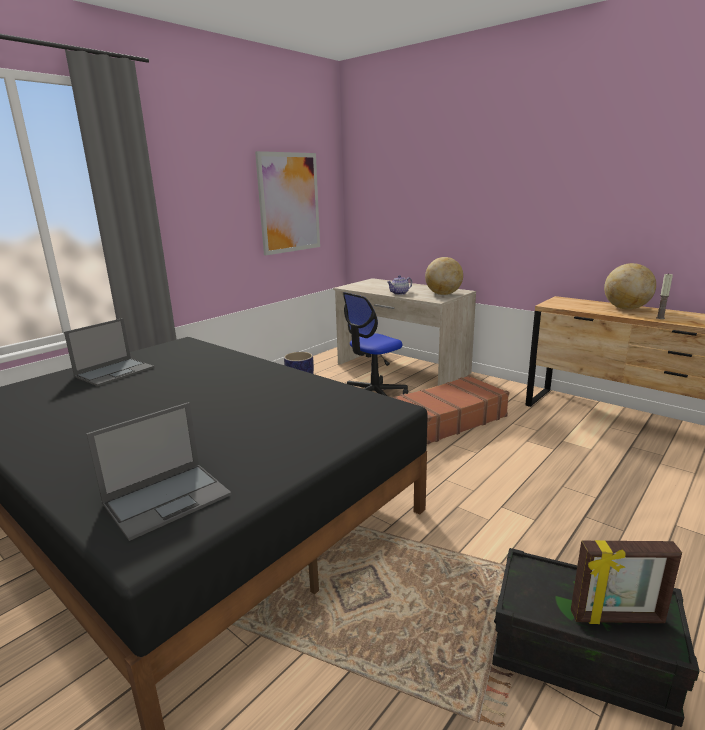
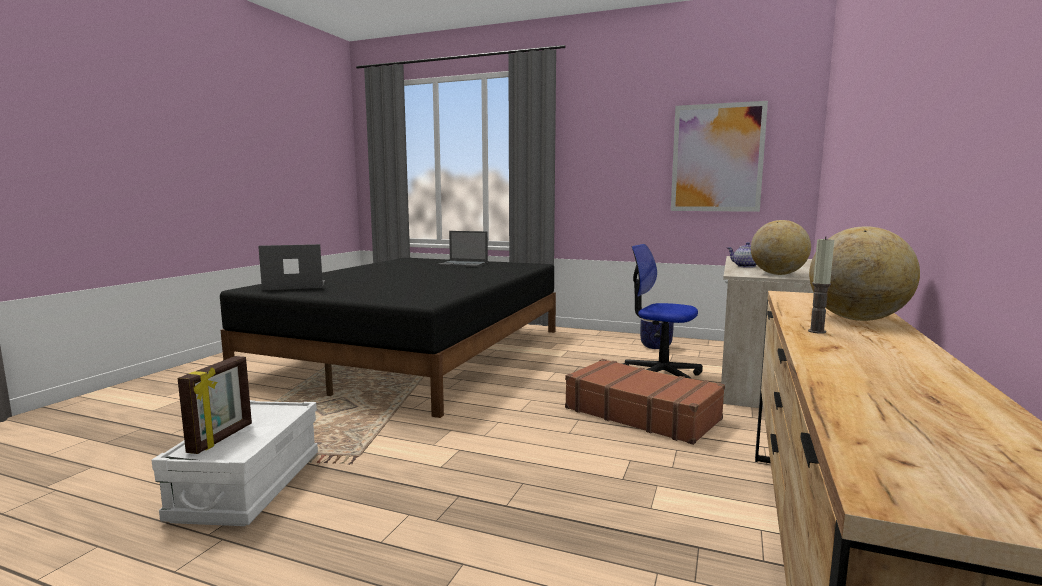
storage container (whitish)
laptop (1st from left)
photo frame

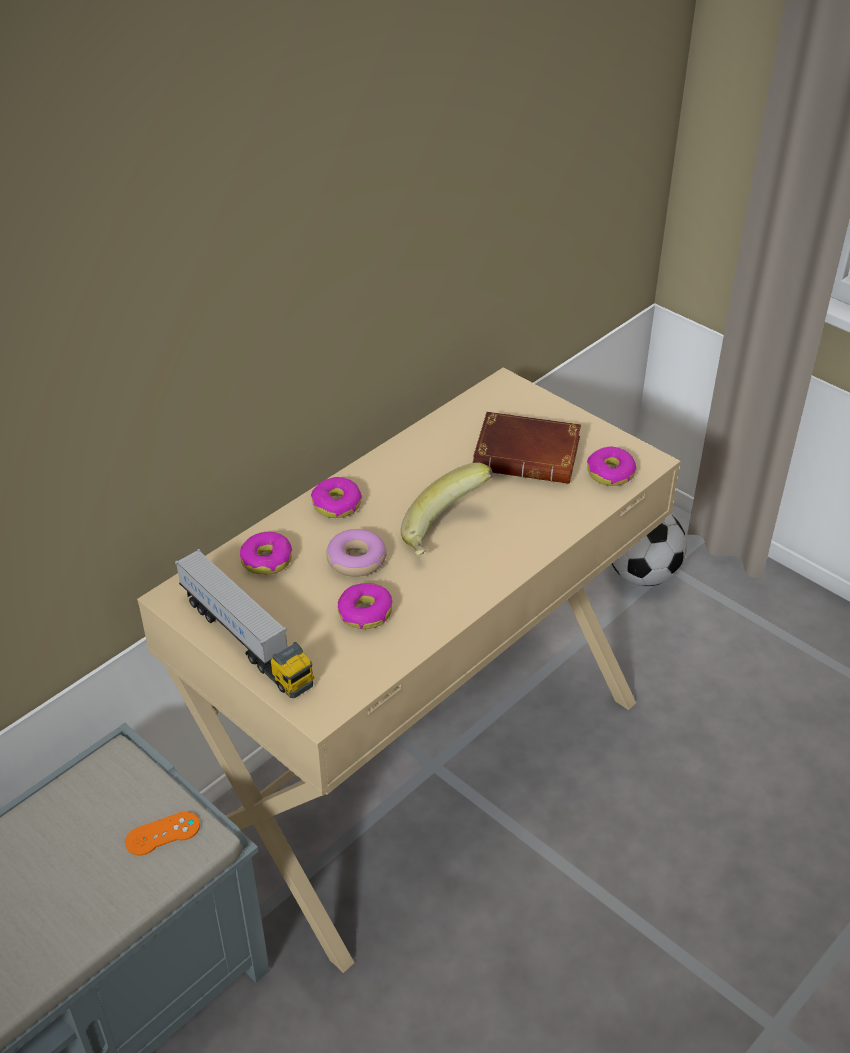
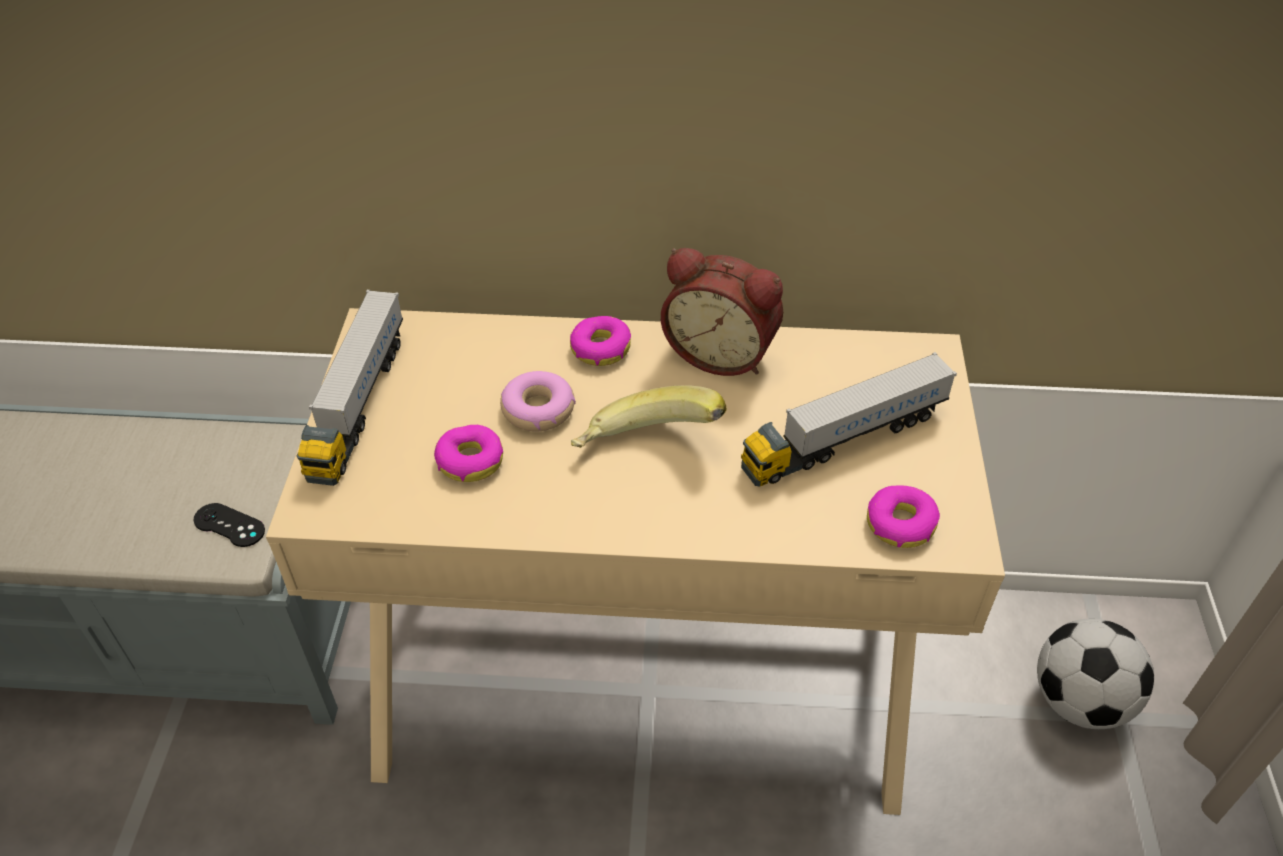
doughnut (1st from left in the first image)
bedside clock
toy truck (2nd from left)
joypad (black)

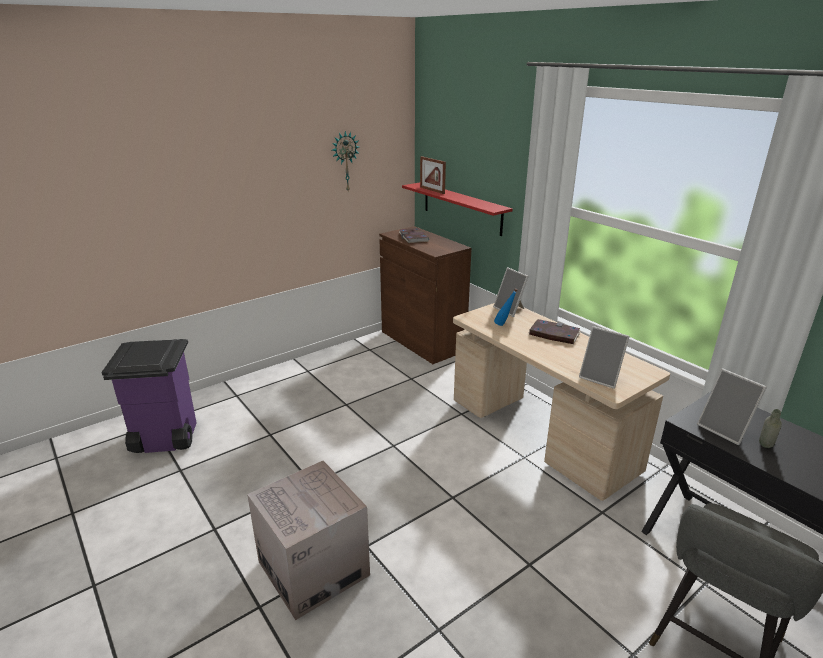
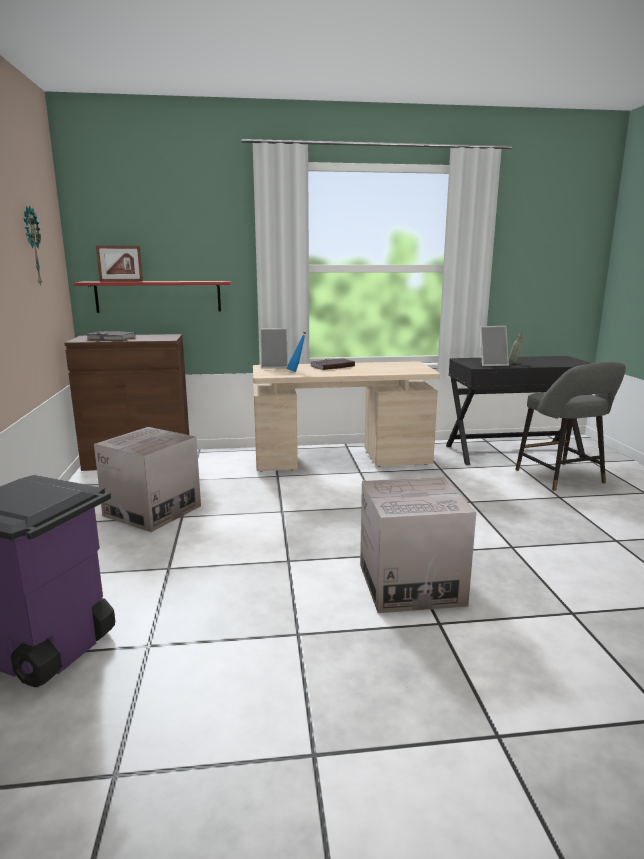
photo frame (3rd from left in the first image)
packing box (1st from left)

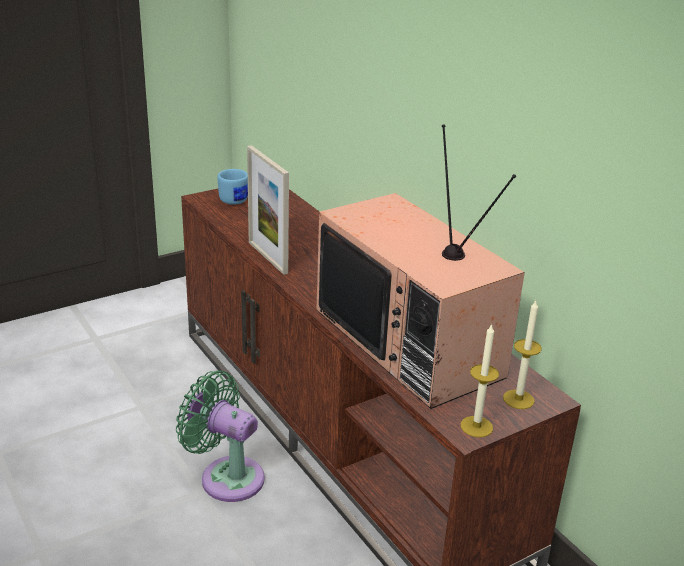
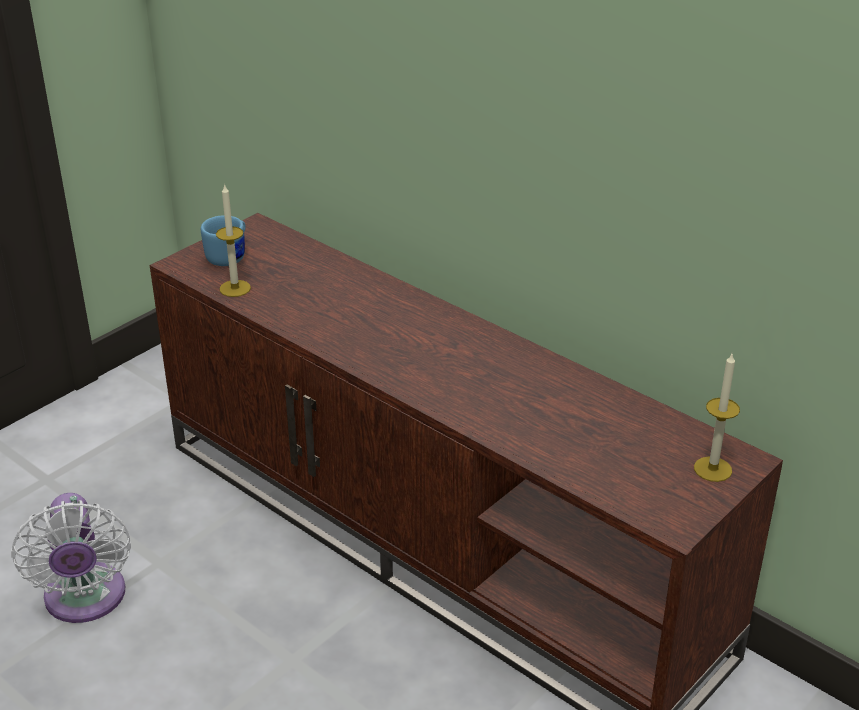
cooling fan (green-coloured)
photo frame
TV
cooling fan (whitish)
candle (1st from left)

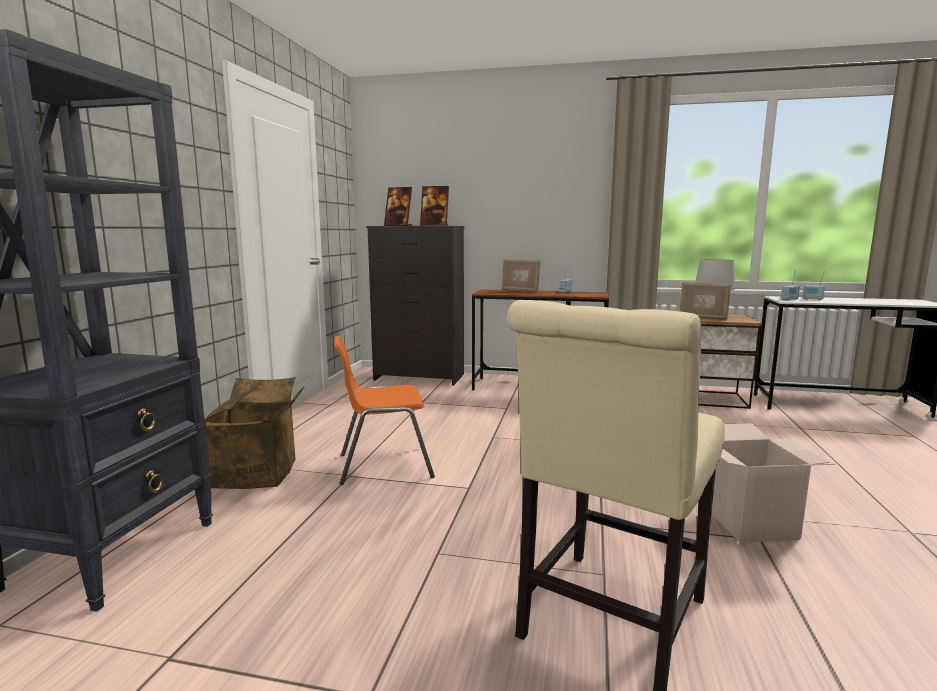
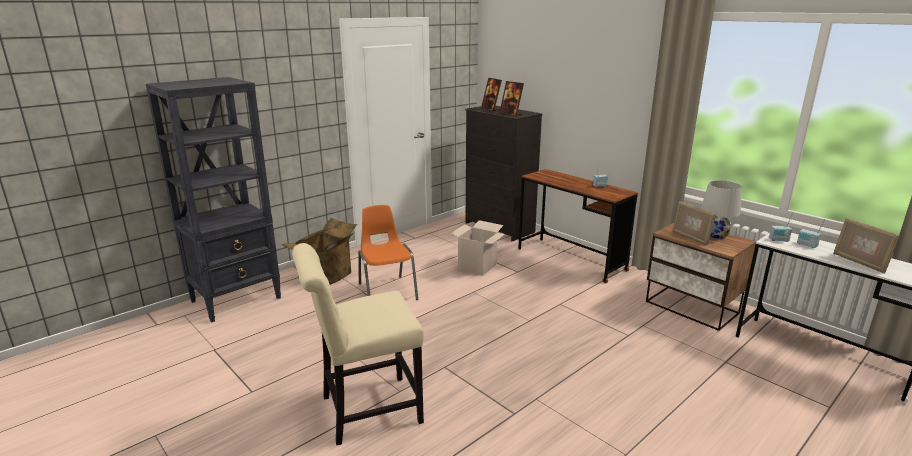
photo frame (4th from left)
packing box (2nd from left)
upright chair (orange-coloured)

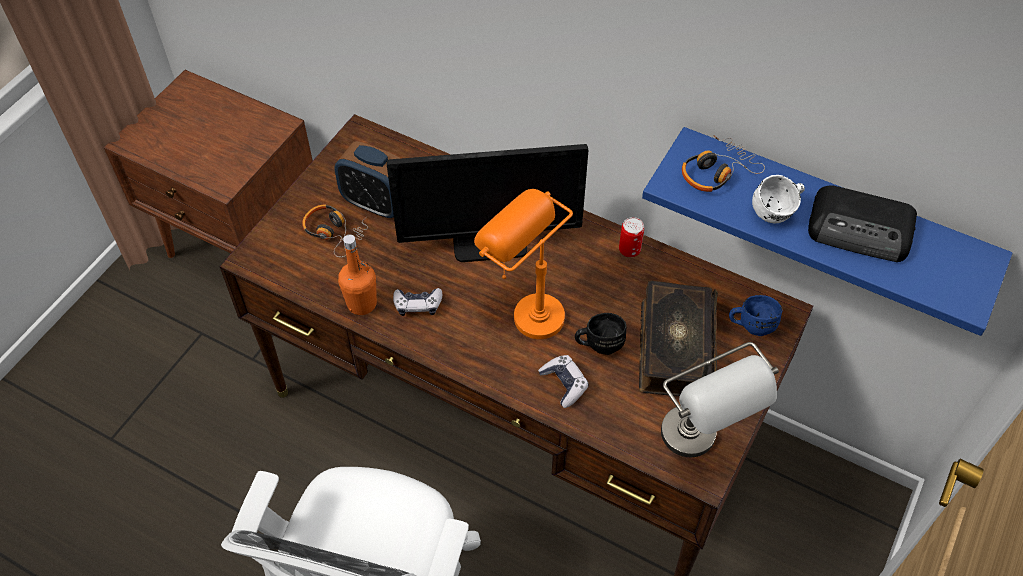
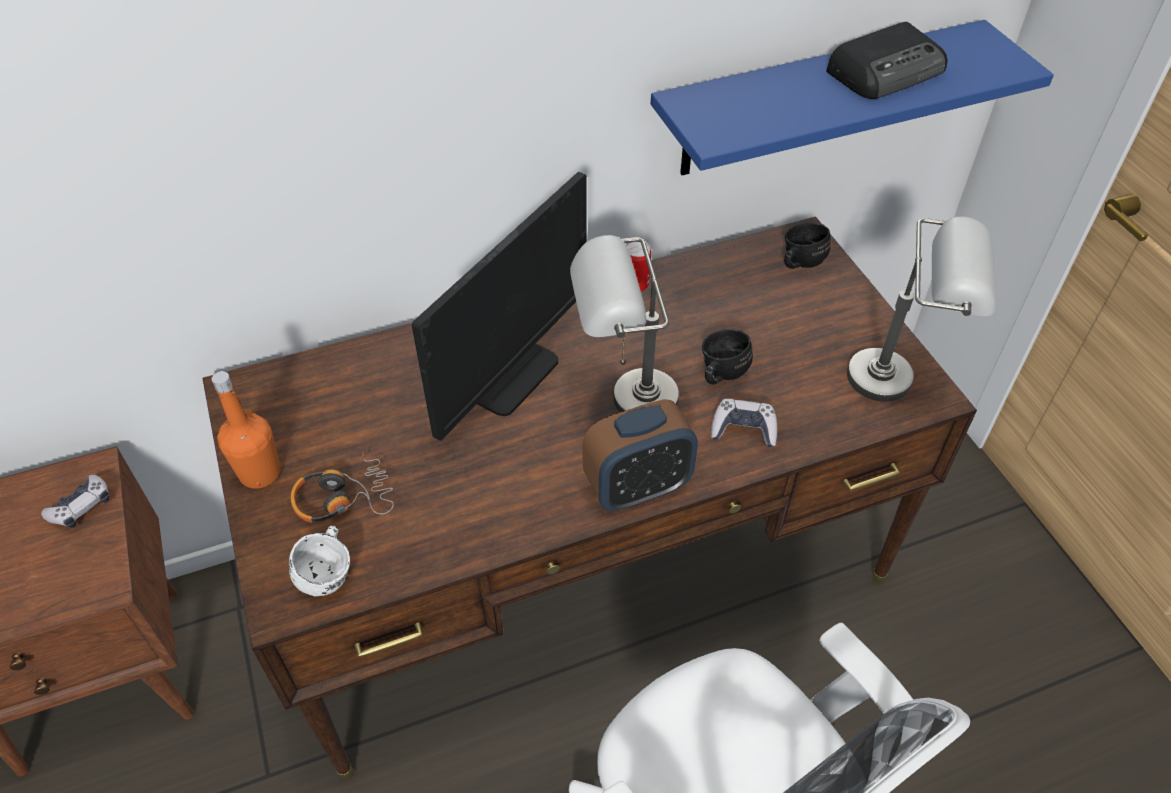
book
headset (2nd from left in the first image)
bedside clock
bottle (orange-coloured)
joypad (1st from left)
tea mug (whitish)
tabletop lamp (gray) (1st from left)
tea mug (black) (2nd from left)

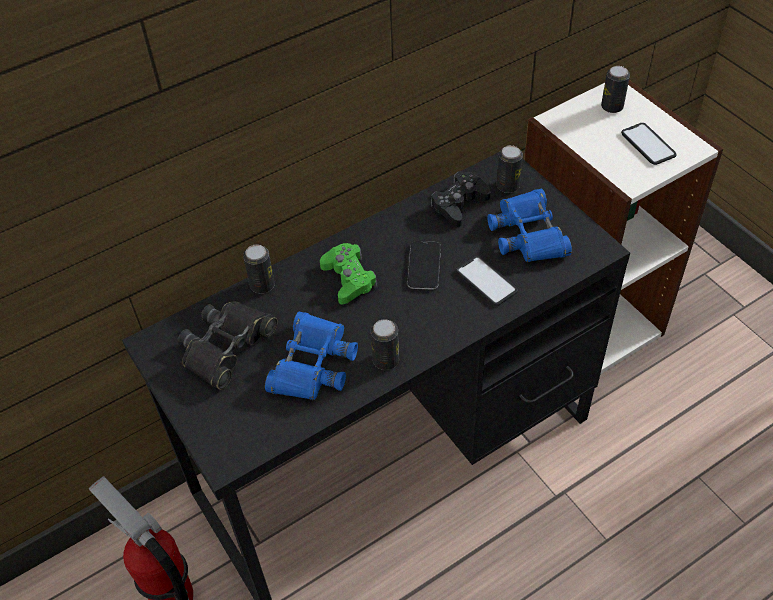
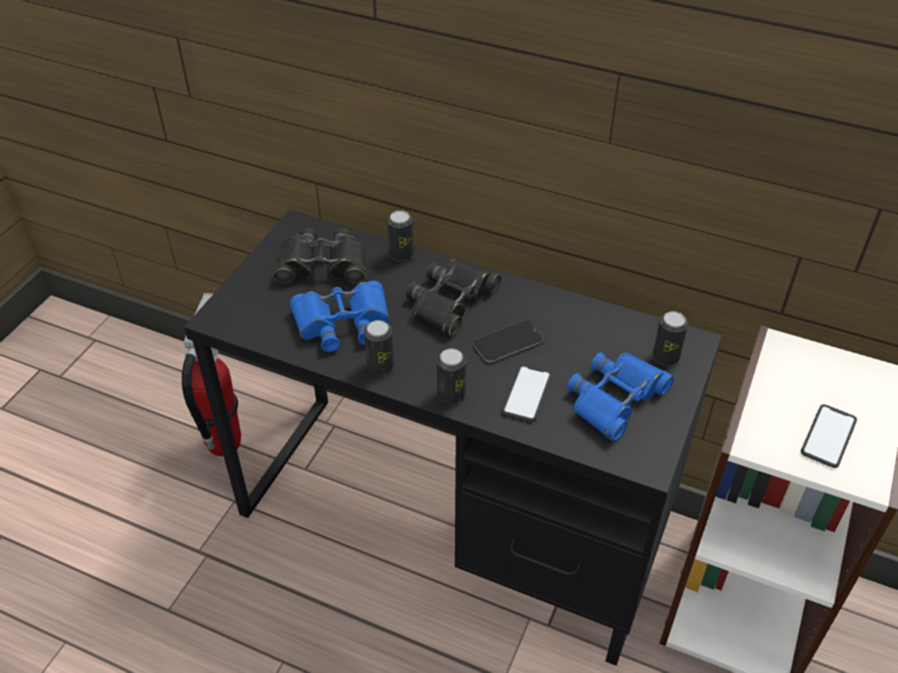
joypad (black)
can (3rd from left)
field glasses (black) (2nd from left)

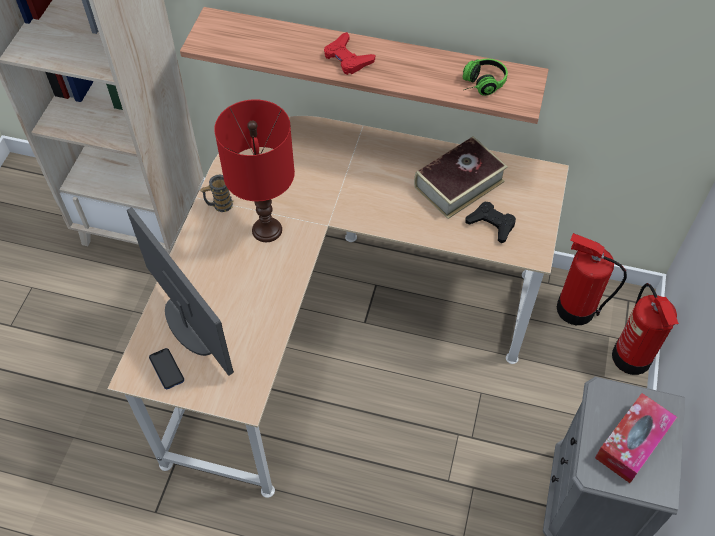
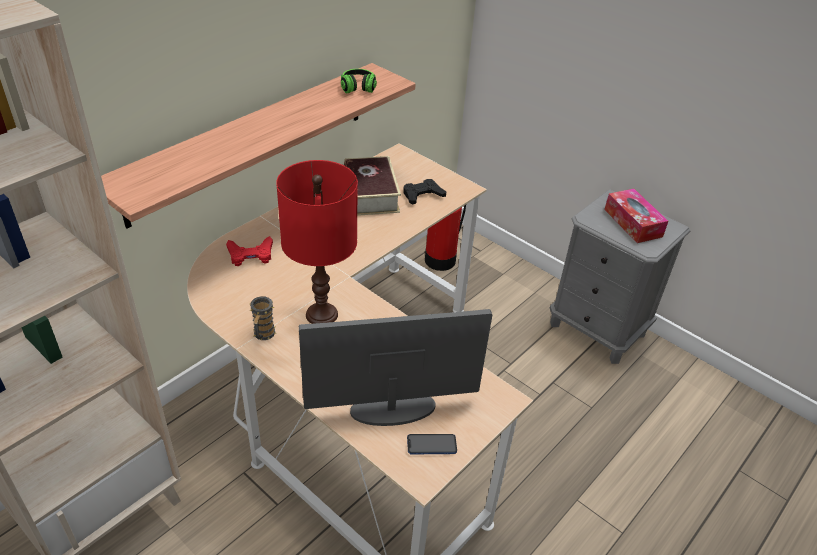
fire extinguisher (2nd from left in the first image)
joypad (reddish)

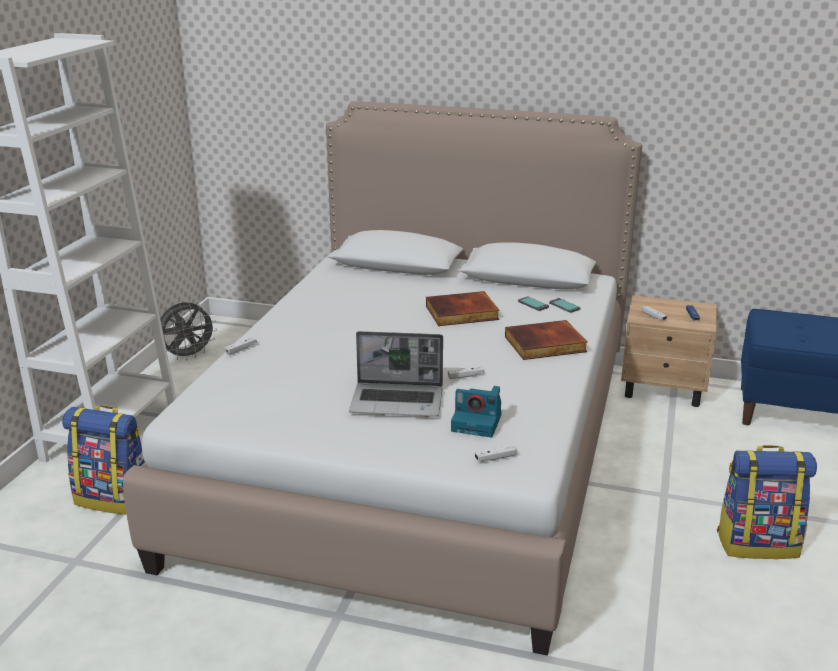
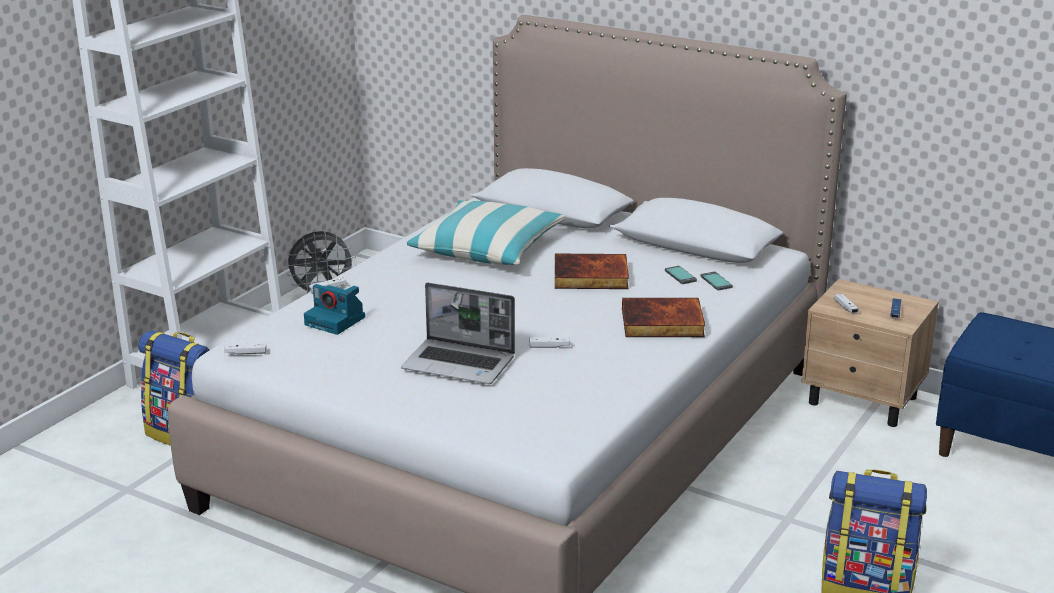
cushion
photo camera
joypad (whitish) (1st from left)

